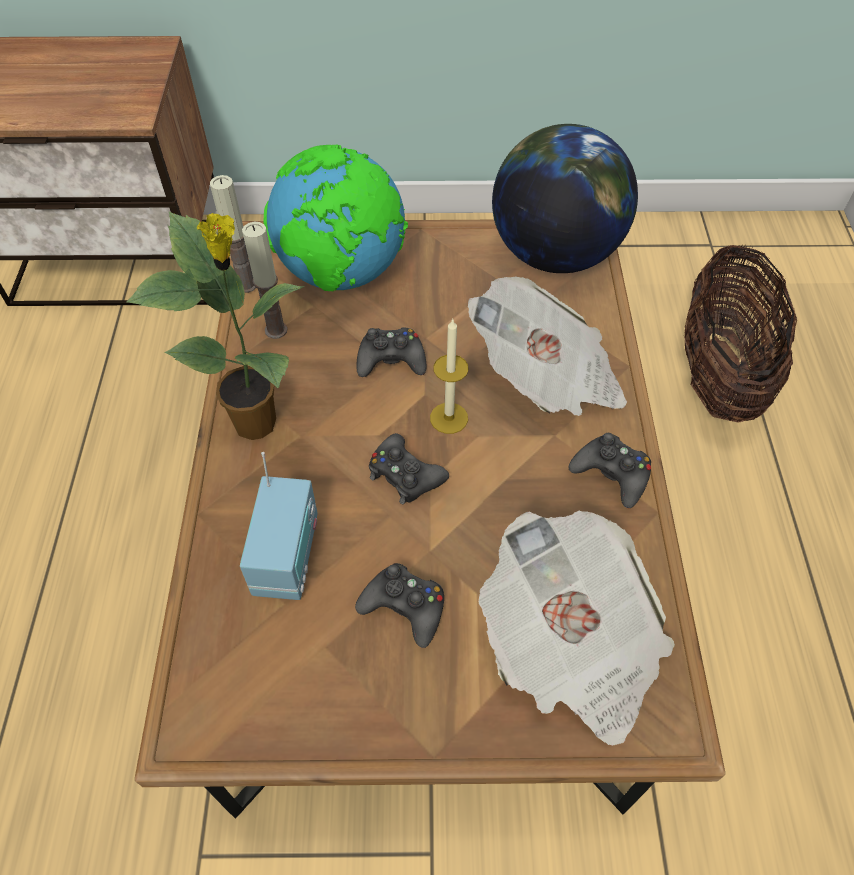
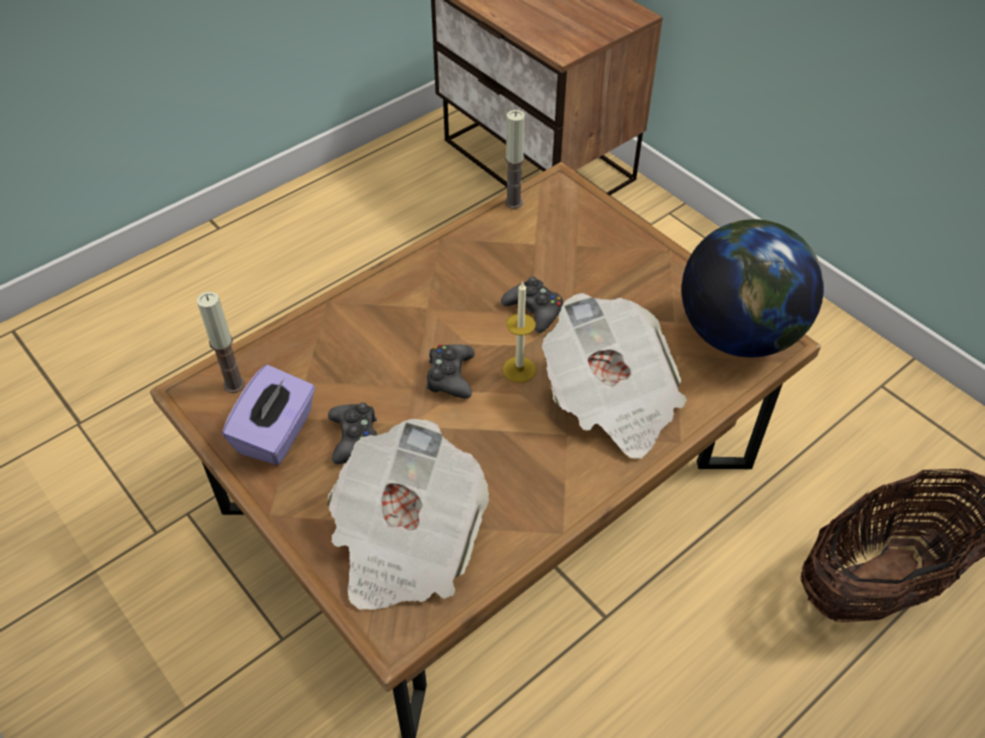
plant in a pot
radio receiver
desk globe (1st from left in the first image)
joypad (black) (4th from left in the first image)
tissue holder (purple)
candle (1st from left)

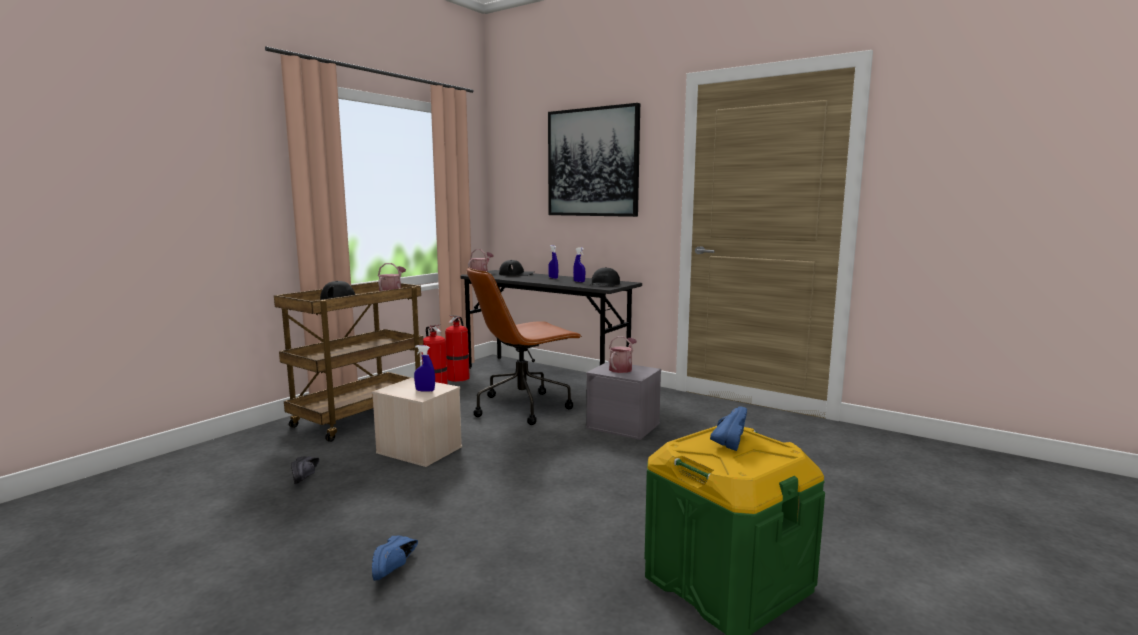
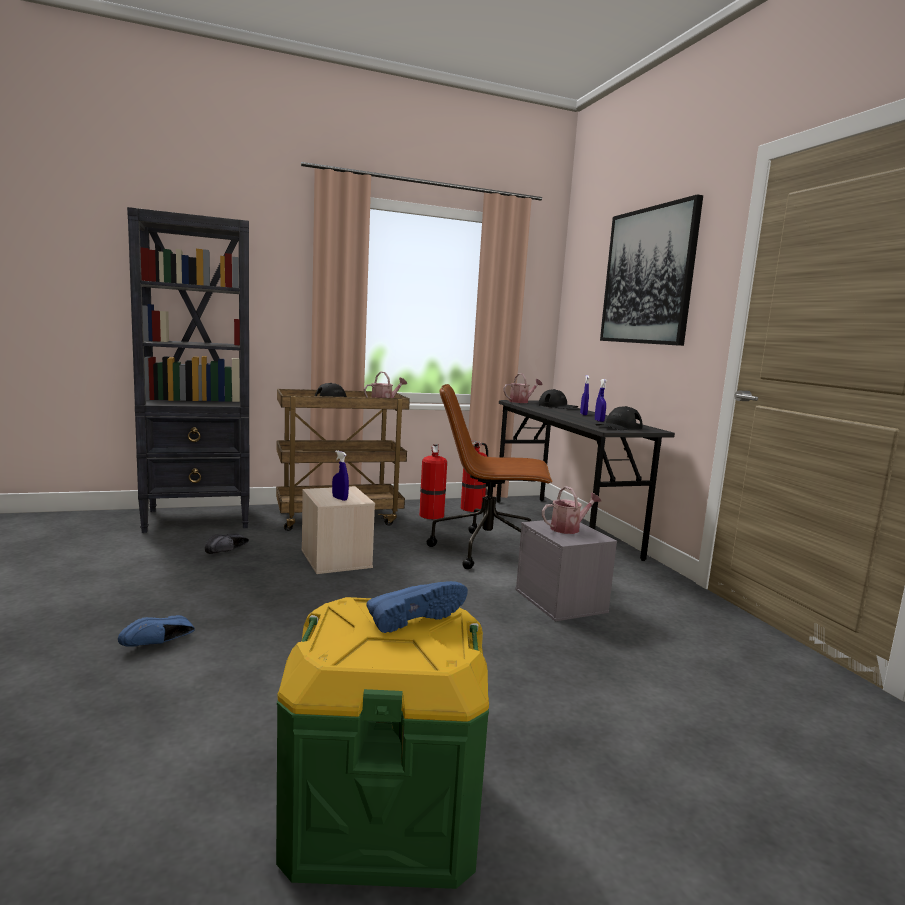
bookshelf (black)

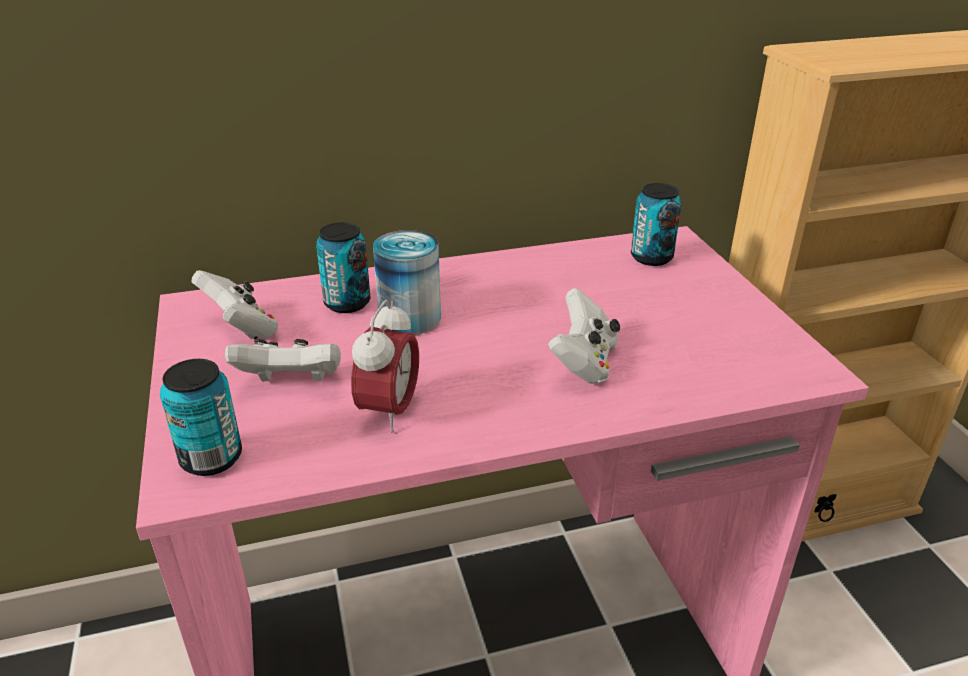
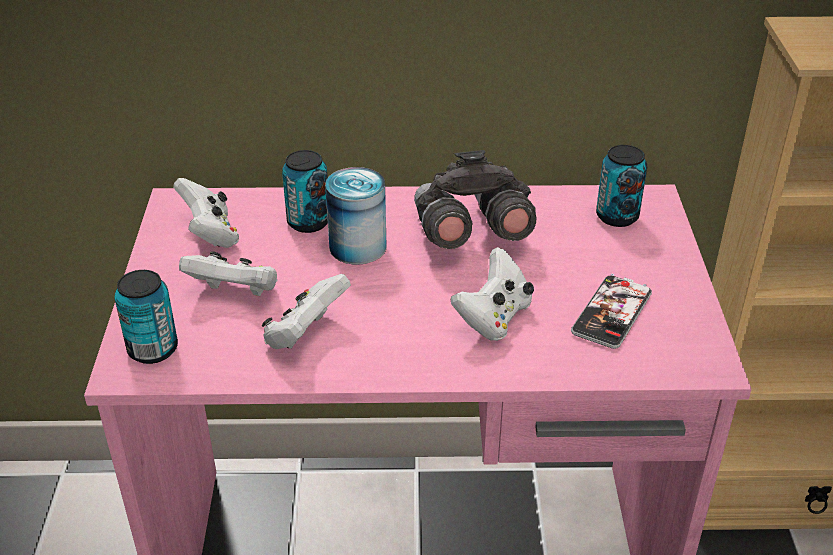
field glasses (gray)
telephone
joypad (whitish) (3rd from left)

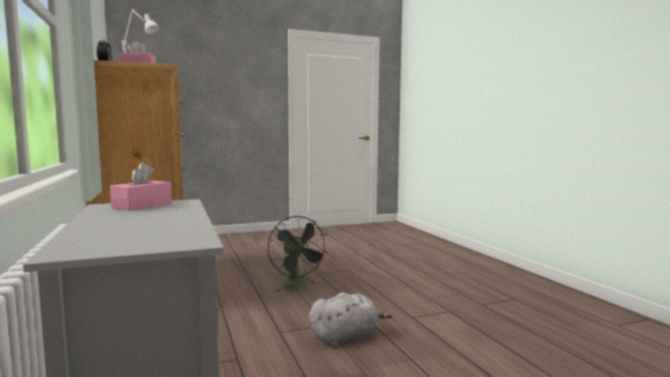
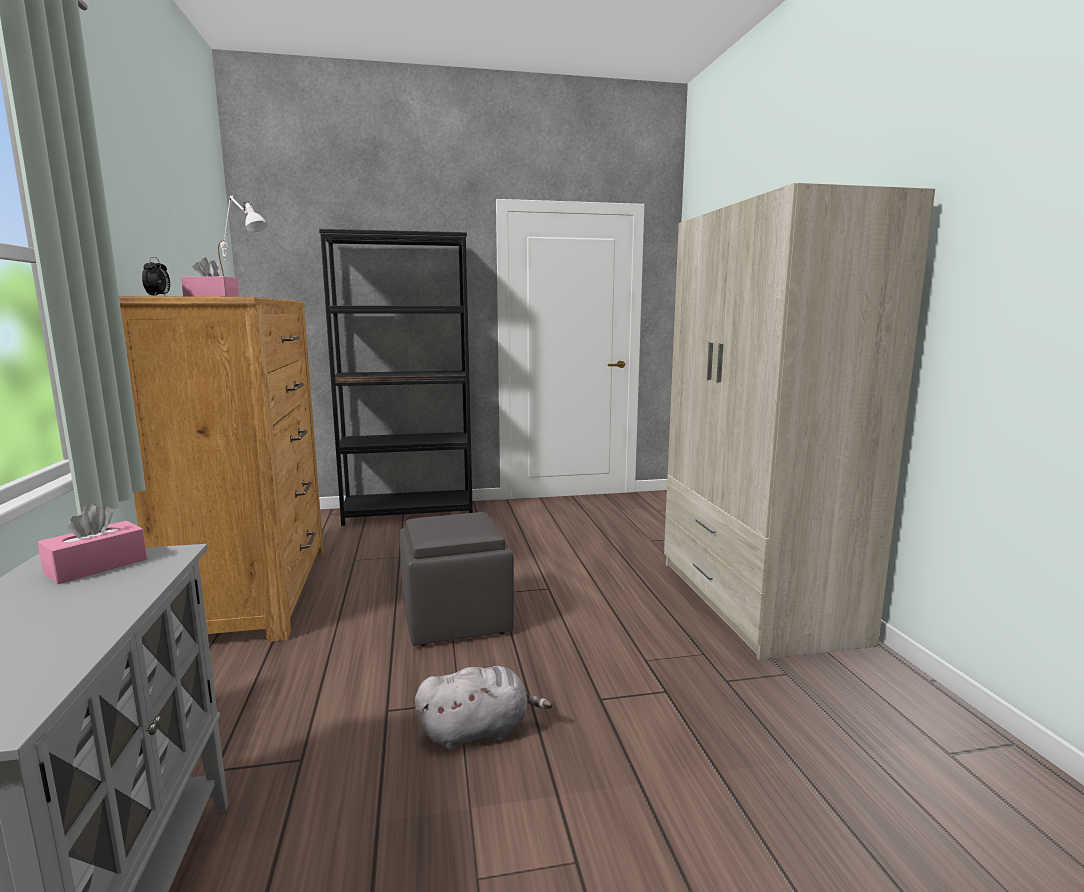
bookshelf (black)
armoire (beige-coloured)
ottoman (gray)

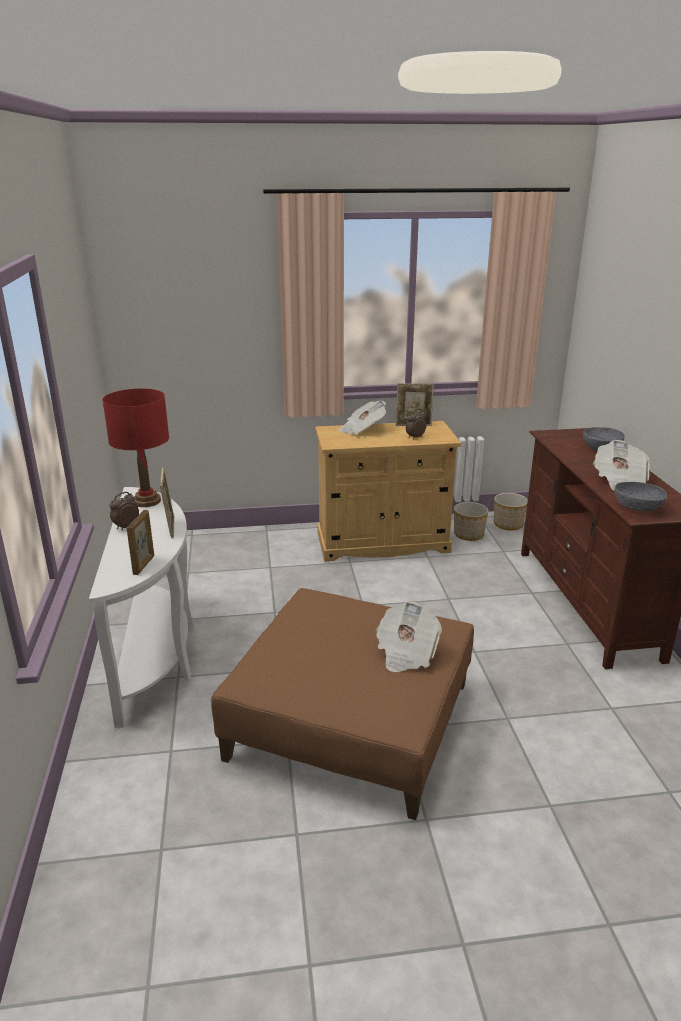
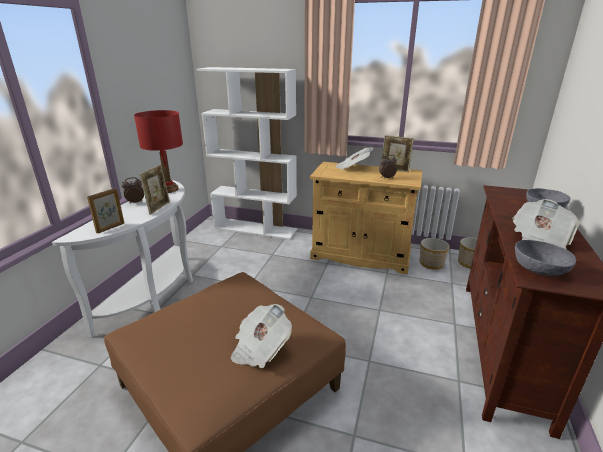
bookshelf (whitish)

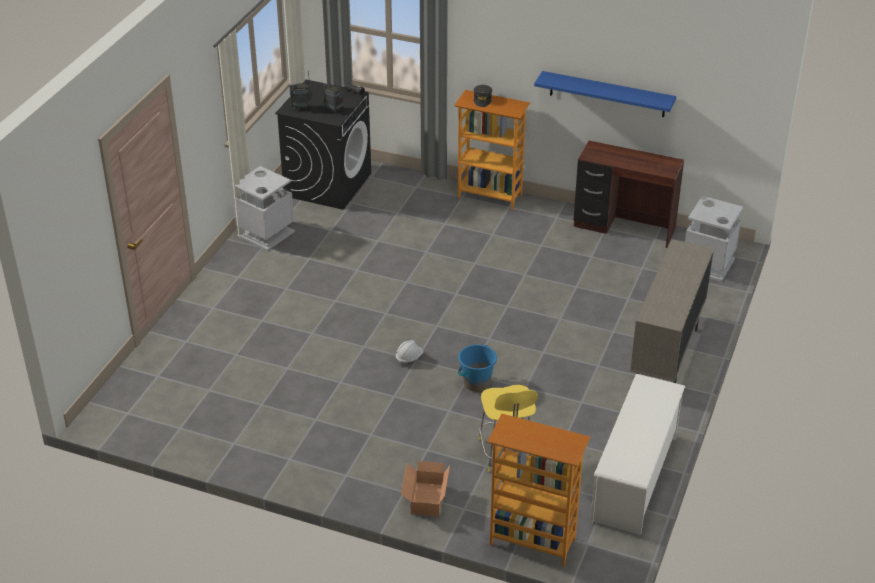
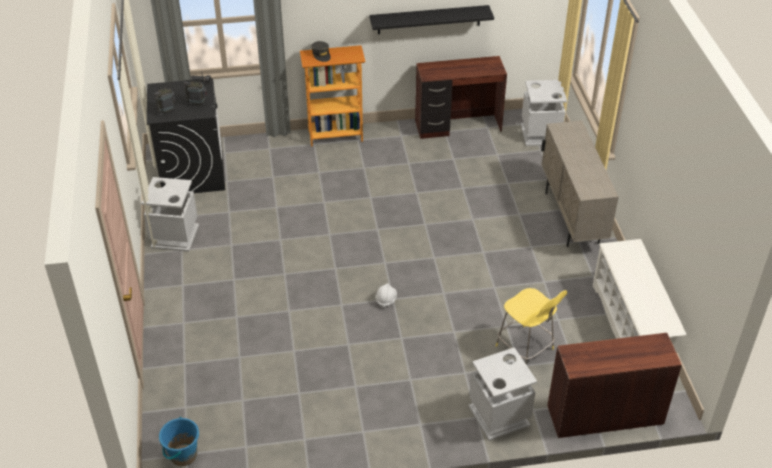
pail (blue-coloured)
rubbish bin (gray) (2nd from left)
desk table (brown-coloured) (2nd from left)
wall shelf (black)

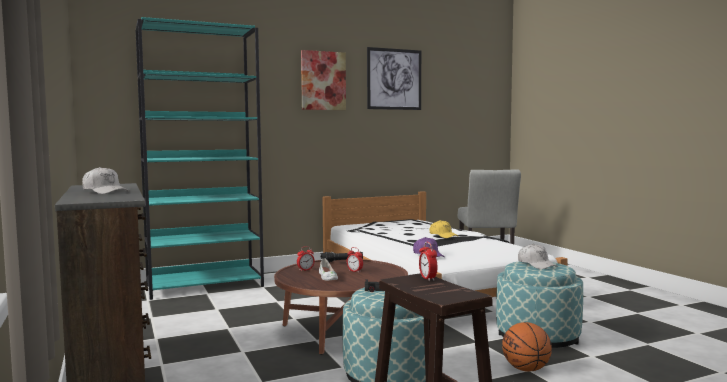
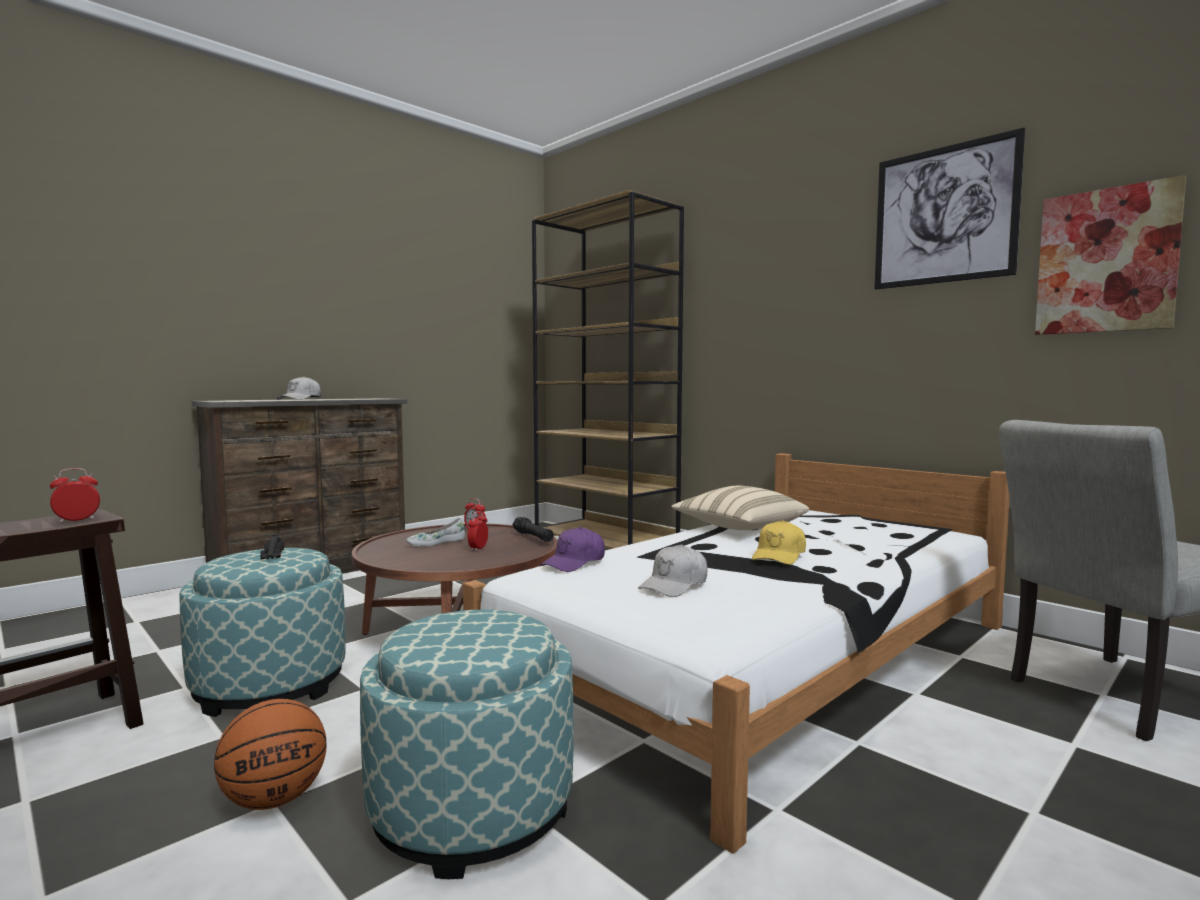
cushion (beige-coloured)
picture (2nd from left)
peaked cap (whitish) (2nd from left)
bookshelf (brown-coloured)

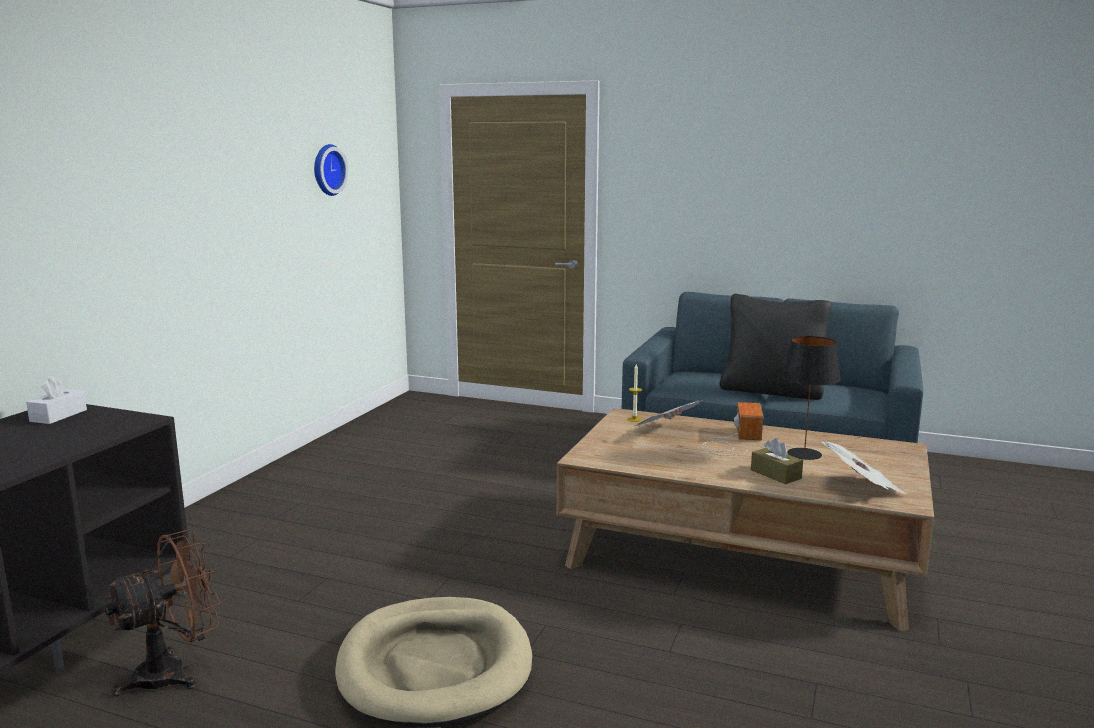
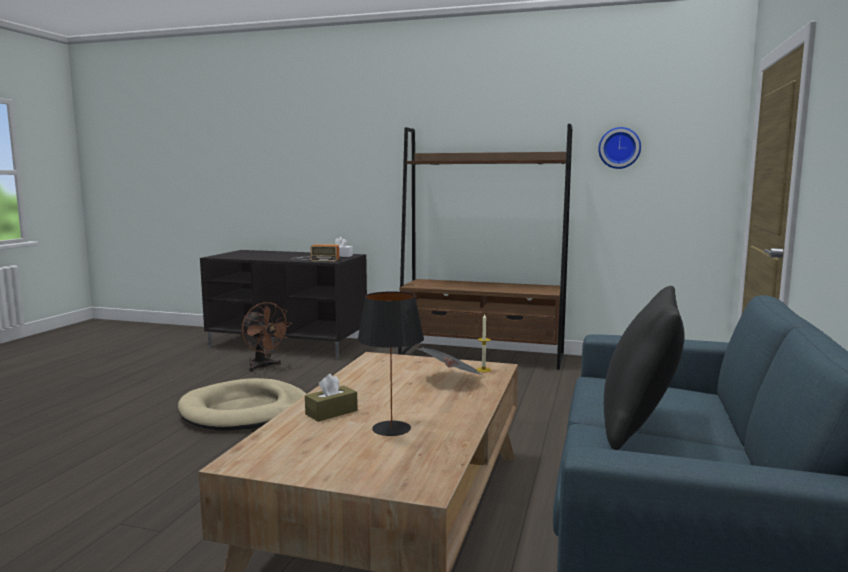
daily paper (2nd from left in the first image)
bookshelf (brown-coloured)
radio receiver

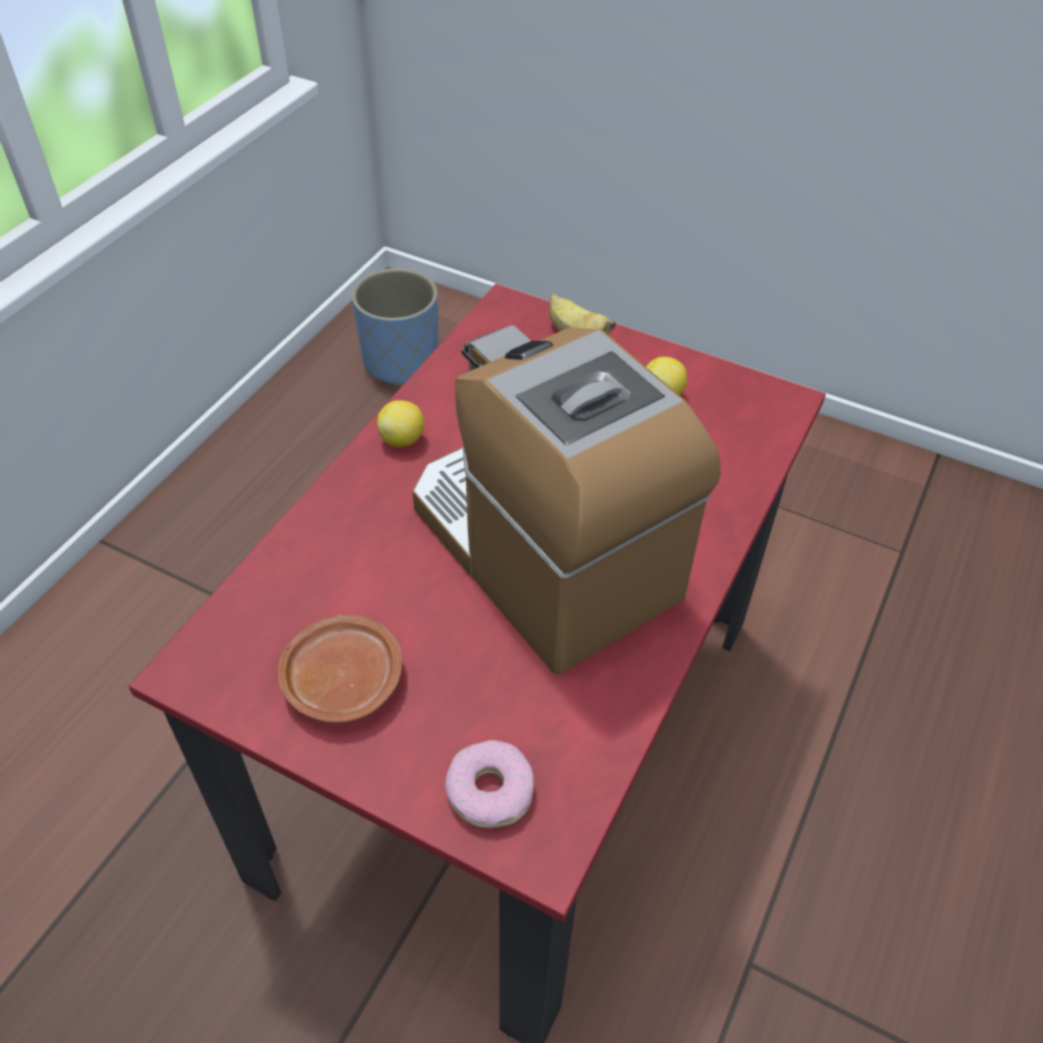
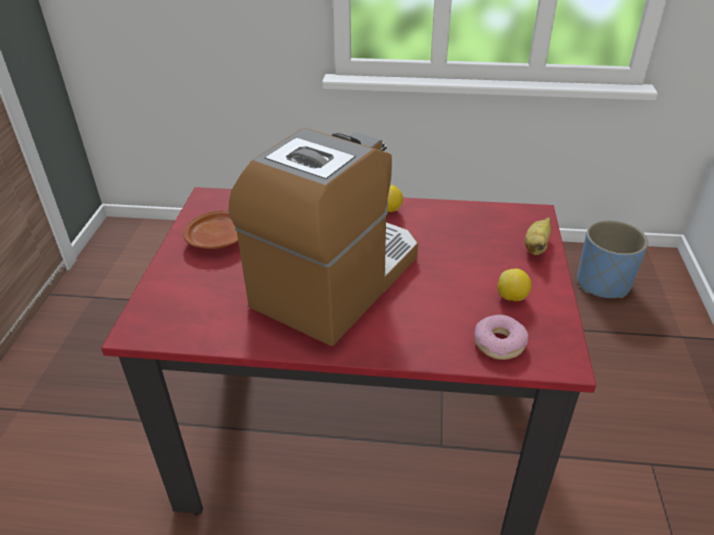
doughnut

